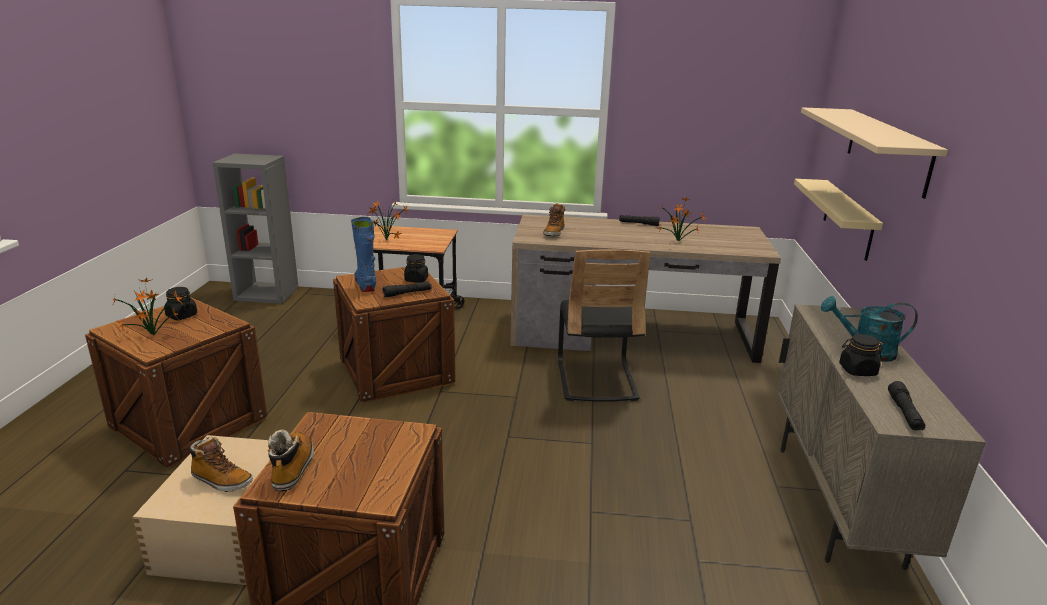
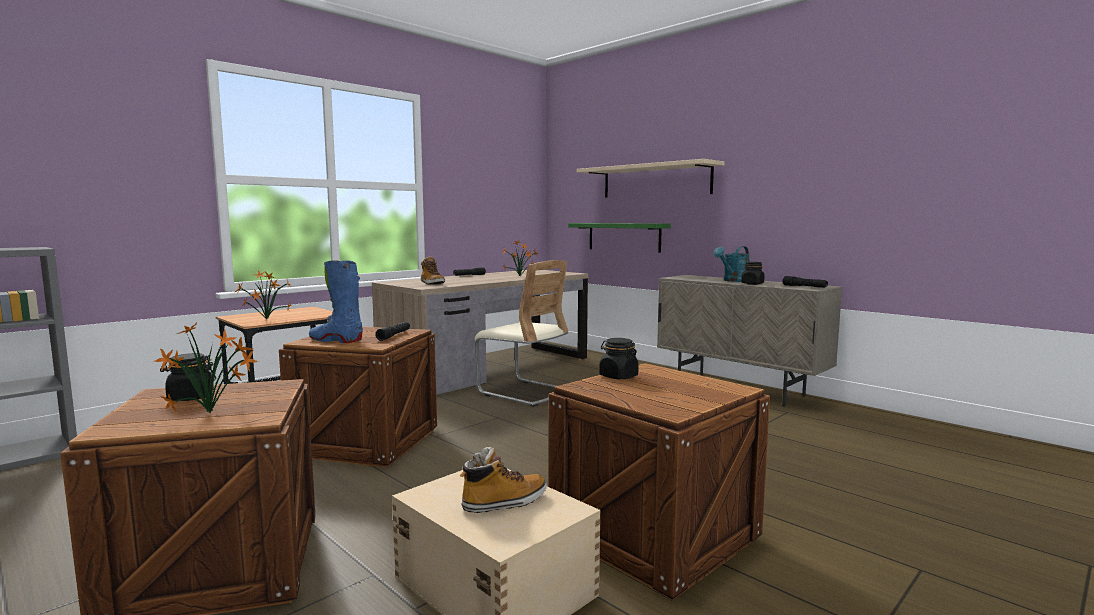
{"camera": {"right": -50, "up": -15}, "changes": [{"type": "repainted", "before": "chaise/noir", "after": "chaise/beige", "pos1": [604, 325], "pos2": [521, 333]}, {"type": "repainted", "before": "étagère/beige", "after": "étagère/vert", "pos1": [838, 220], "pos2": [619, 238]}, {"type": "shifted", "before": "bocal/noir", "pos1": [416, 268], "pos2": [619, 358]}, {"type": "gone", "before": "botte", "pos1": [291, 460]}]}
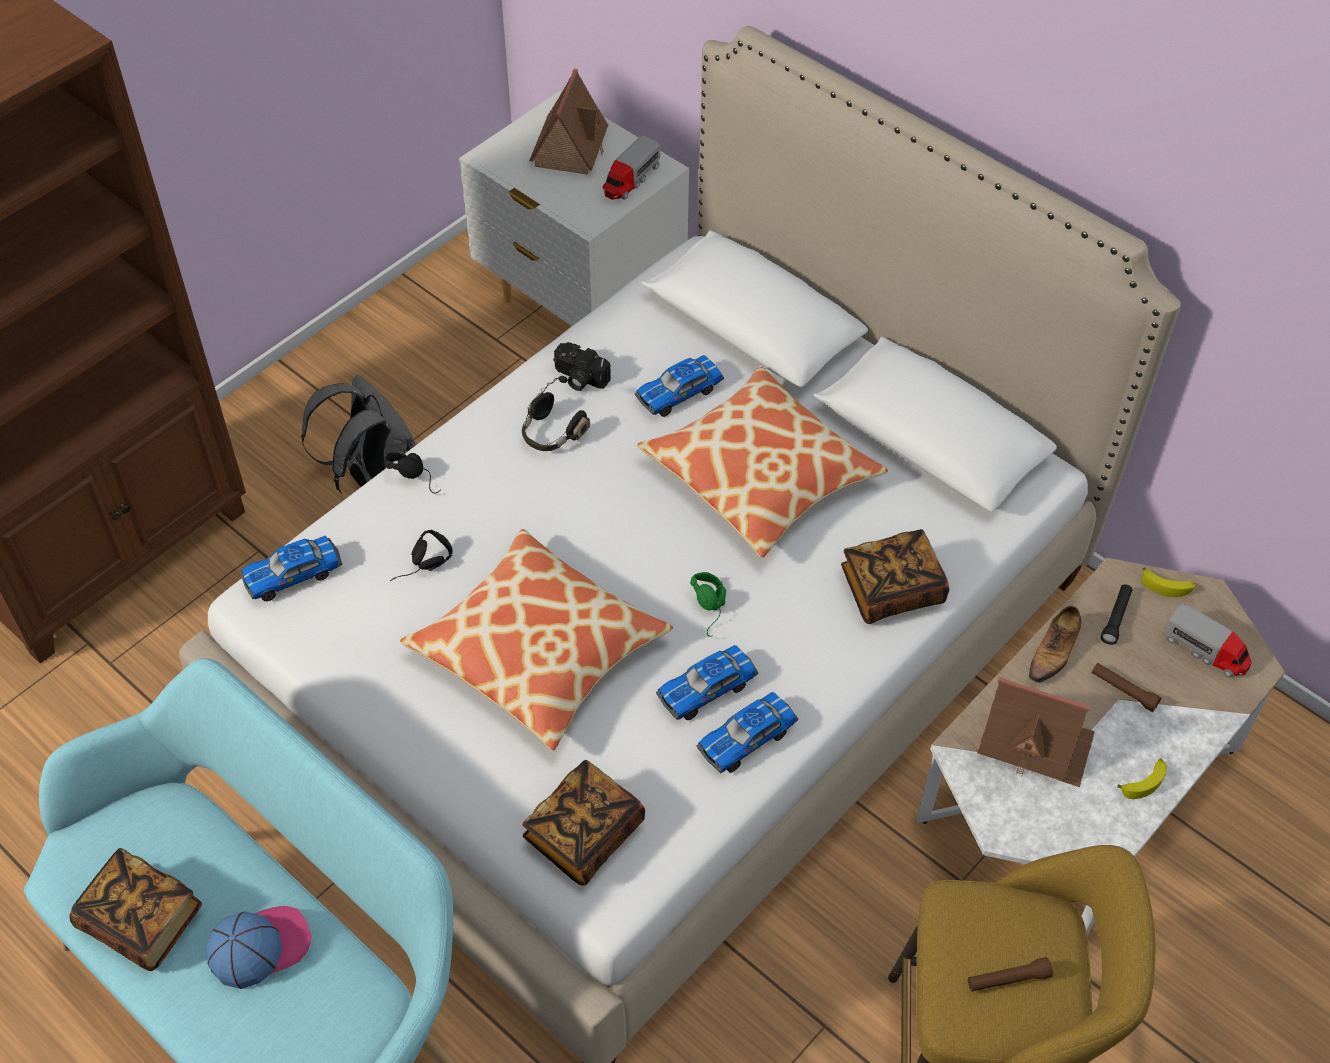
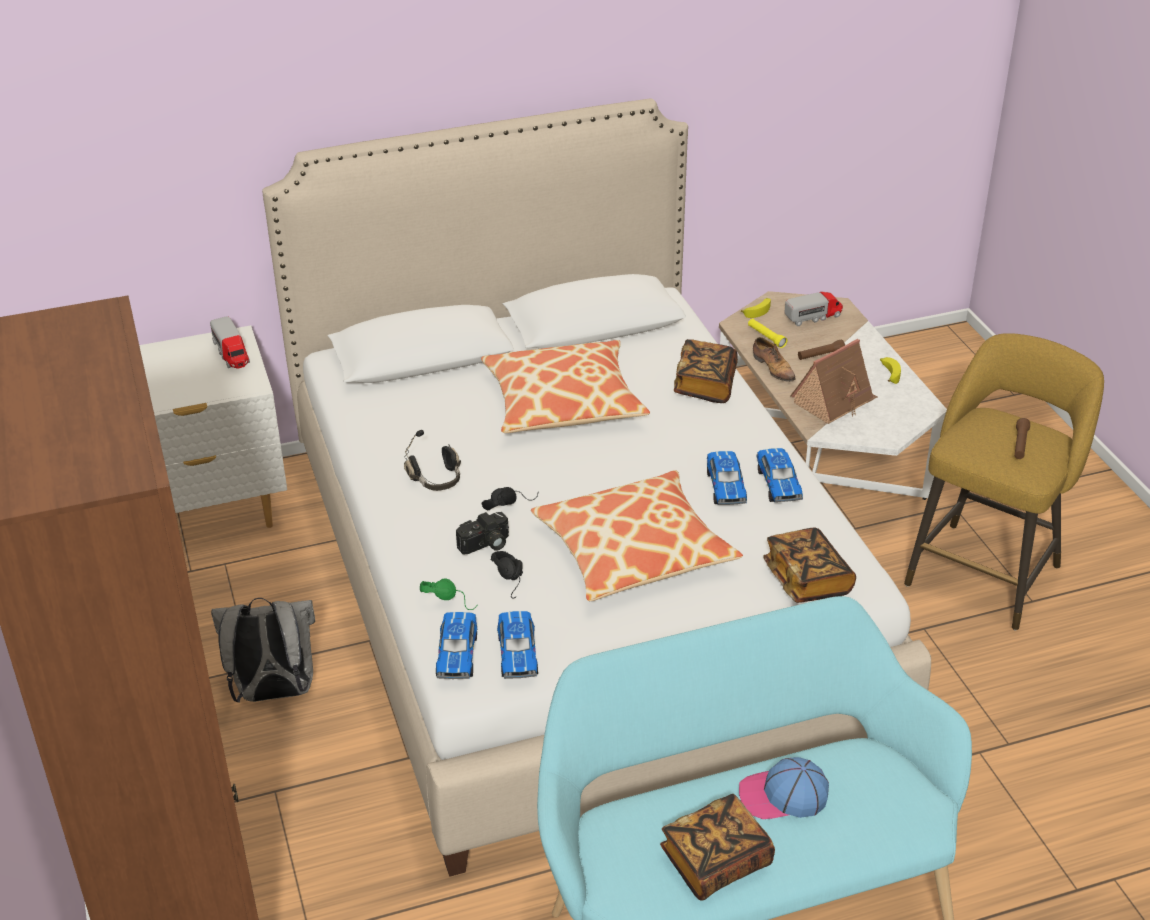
{"camera": {"right": -60, "up": -15}, "changes": [{"type": "shifted", "before": "casque audio/vert", "pos1": [708, 604], "pos2": [448, 594]}, {"type": "shifted", "before": "appareil photo", "pos1": [582, 366], "pos2": [482, 533]}, {"type": "shifted", "before": "casque audio/noir", "pos1": [412, 473], "pos2": [510, 498]}, {"type": "shifted", "before": "petite voiture", "pos1": [679, 386], "pos2": [517, 645]}, {"type": "rotated", "before": "casquette", "pos1": [259, 947], "pos2": [784, 788], "turn": -90}, {"type": "repainted", "before": "lampe de poche/noir", "after": "lampe de poche/jaune", "pos1": [1116, 614], "pos2": [767, 333]}, {"type": "gone", "before": "maison miniature", "pos1": [568, 122]}]}
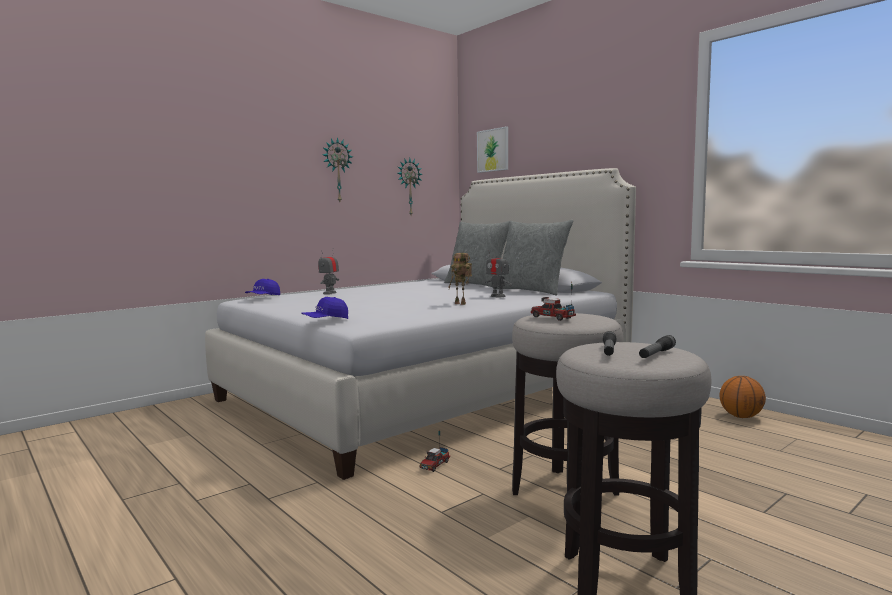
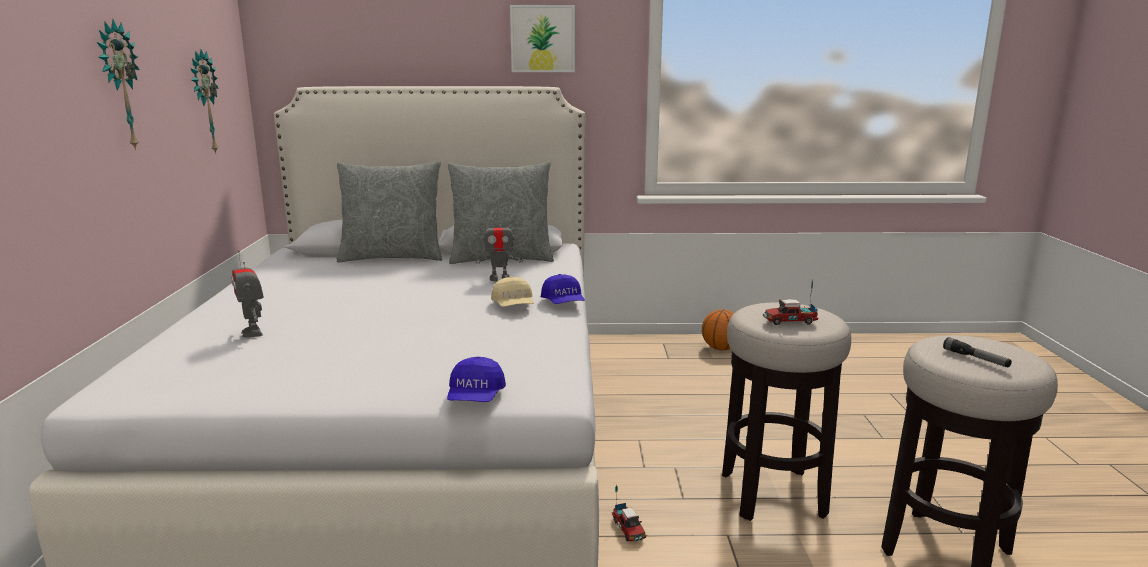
{"camera": {"right": -50, "up": 10}, "changes": [{"type": "swapped", "before": "robot jouet", "after": "casquette/beige", "pos1": [460, 279], "pos2": [512, 291]}, {"type": "shifted", "before": "tableau", "pos1": [492, 149], "pos2": [542, 38]}, {"type": "shifted", "before": "casquette/bleu", "pos1": [262, 287], "pos2": [563, 289]}, {"type": "gone", "before": "lampe de poche", "pos1": [657, 346]}]}
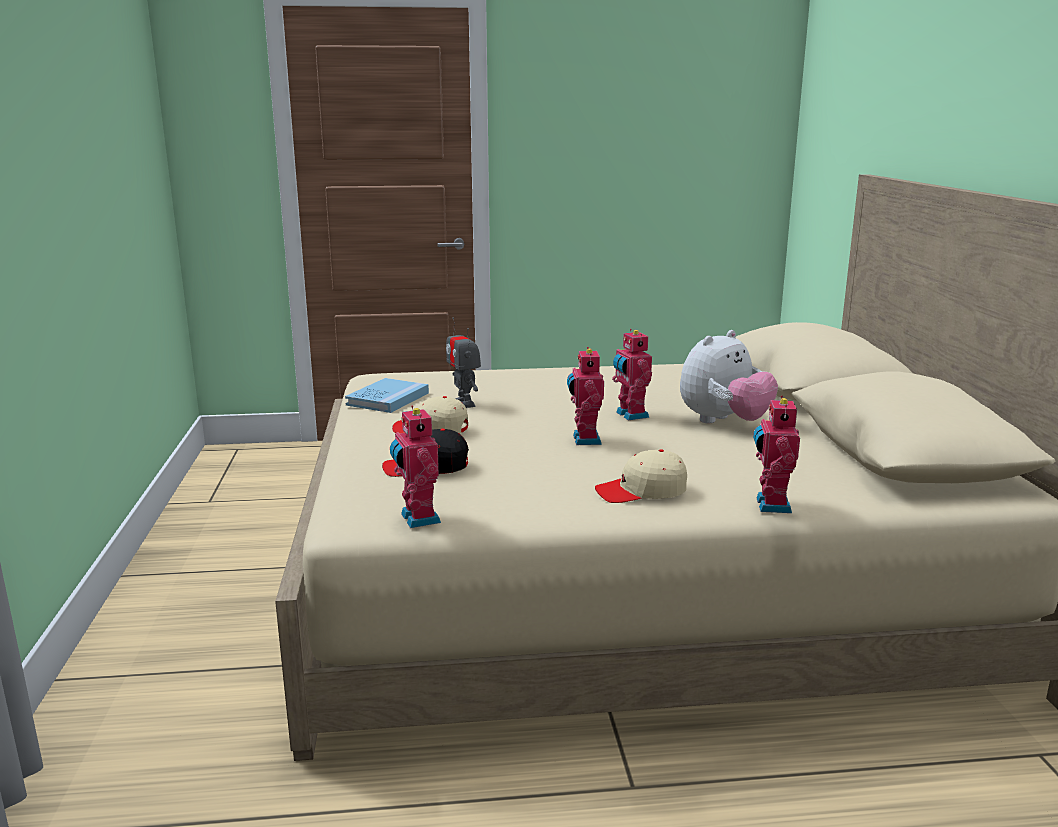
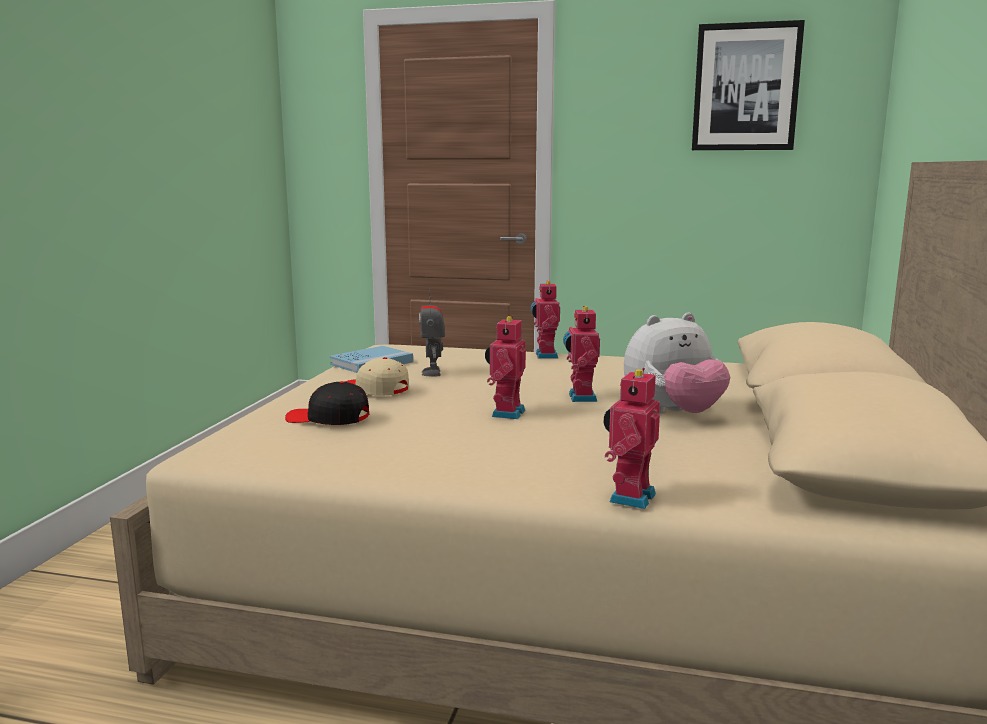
{"camera": {"right": 20, "up": -5}, "changes": [{"type": "shifted", "before": "robot jouet", "pos1": [415, 467], "pos2": [545, 320]}, {"type": "new", "after": "tableau", "pos2": [748, 85]}, {"type": "gone", "before": "casquette/beige", "pos1": [641, 476]}]}
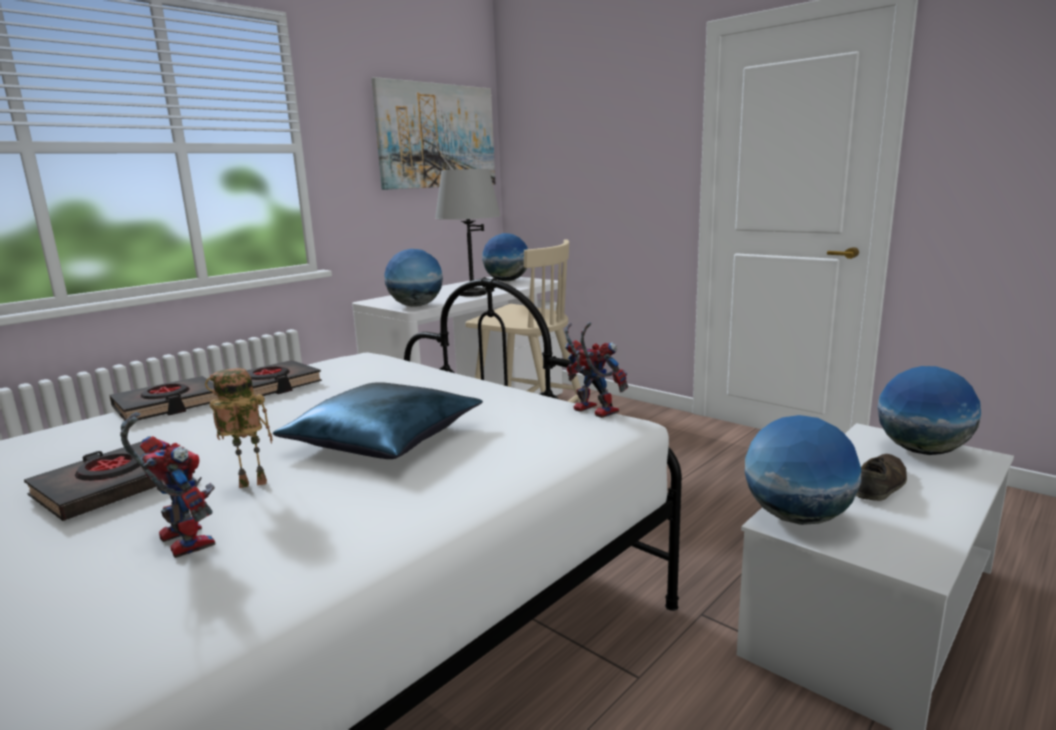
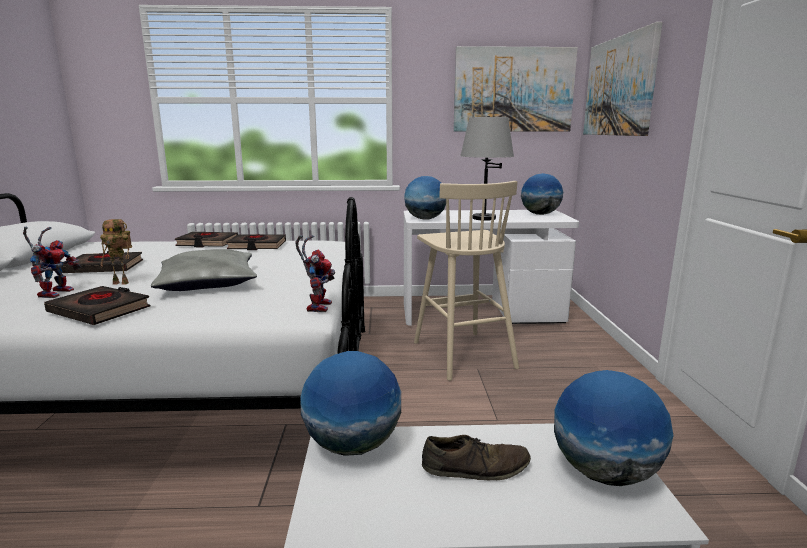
{"camera": {"right": 45, "up": 0}, "changes": [{"type": "new", "after": "livre/noir", "pos2": [97, 305]}, {"type": "rotated", "before": "robot jouet", "pos1": [238, 428], "pos2": [116, 251], "turn": 150}, {"type": "repainted", "before": "coussin/bleu", "after": "coussin/gris", "pos1": [378, 420], "pos2": [204, 270]}, {"type": "new", "after": "tableau", "pos2": [623, 79]}]}
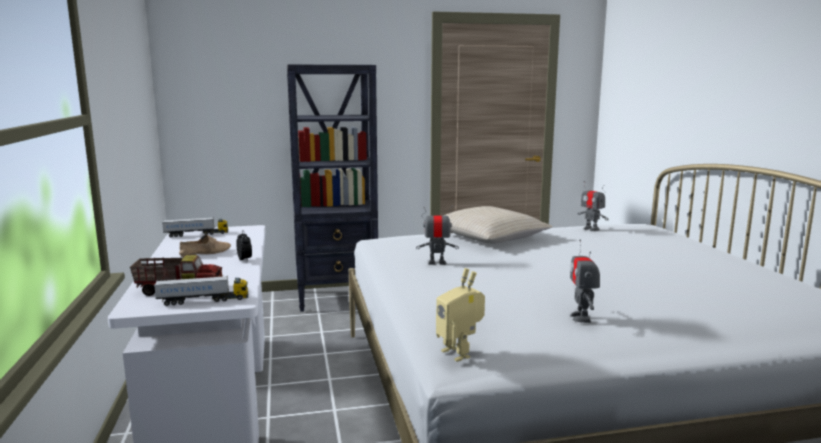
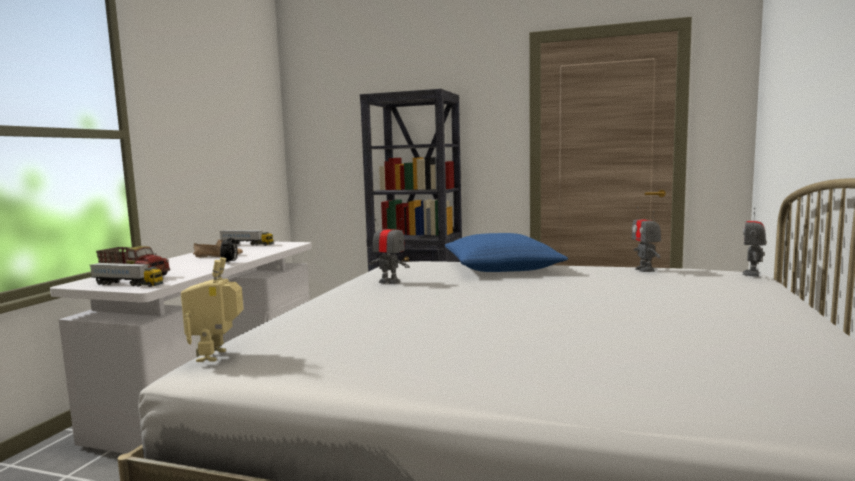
{"camera": {"right": 30, "up": -5}, "changes": [{"type": "repainted", "before": "coussin/beige", "after": "coussin/bleu", "pos1": [497, 225], "pos2": [506, 252]}, {"type": "shifted", "before": "robot jouet", "pos1": [585, 281], "pos2": [754, 242]}]}
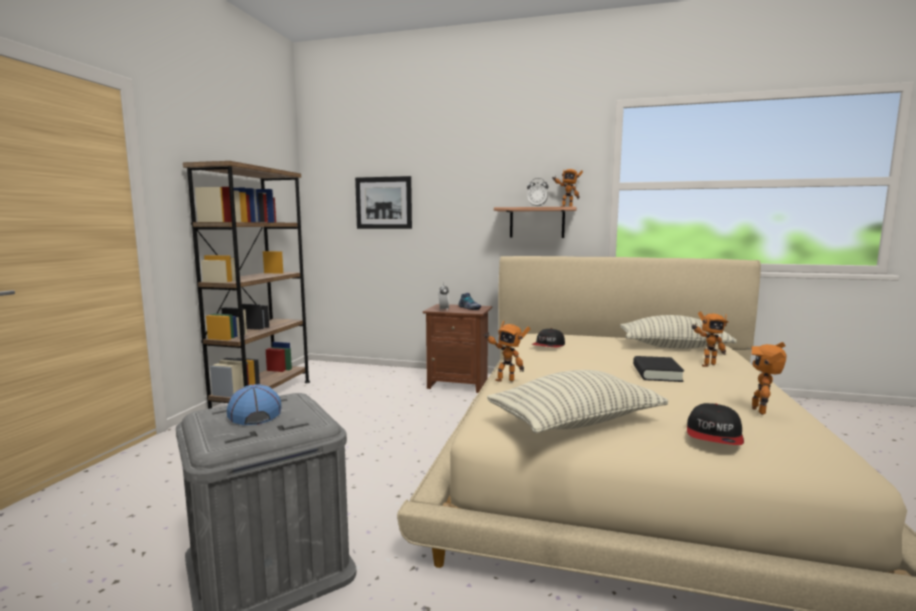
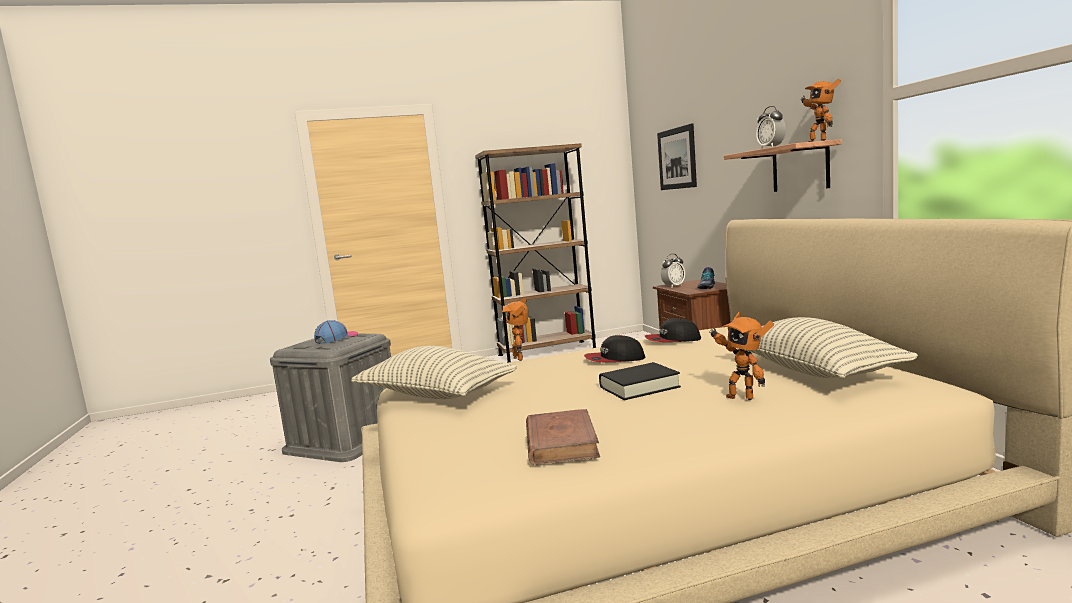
{"camera": {"right": 60, "up": 0}, "changes": [{"type": "swapped", "before": "robot jouet", "after": "livre/marron", "pos1": [768, 378], "pos2": [563, 437]}, {"type": "shifted", "before": "casquette", "pos1": [715, 424], "pos2": [614, 348]}]}
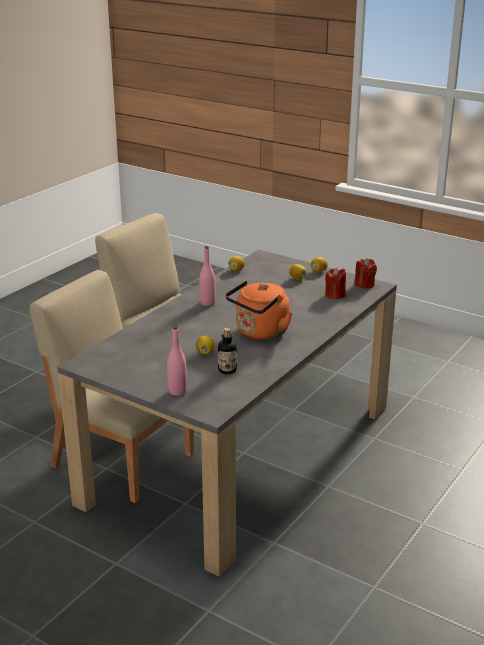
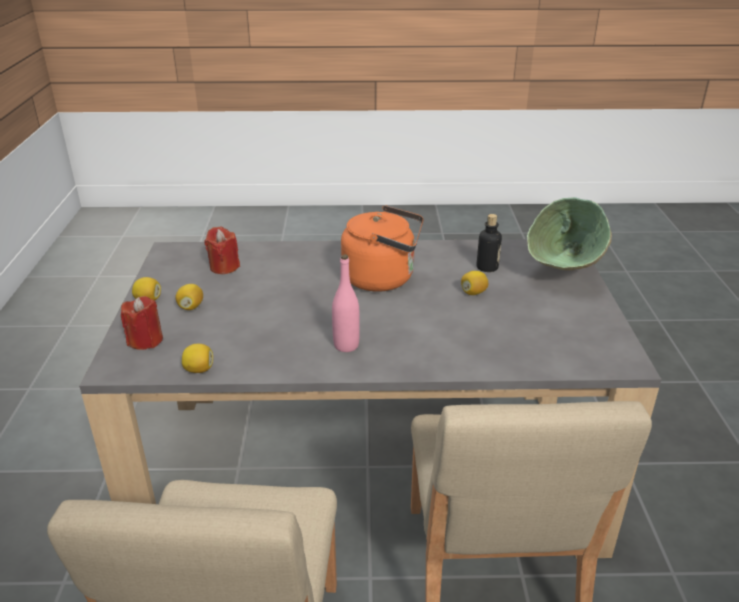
{"camera": {"right": -125, "up": 5}, "changes": [{"type": "shifted", "before": "bougie/rouge", "pos1": [365, 273], "pos2": [142, 323]}, {"type": "swapped", "before": "bouteille/rose", "after": "bol/vert", "pos1": [177, 361], "pos2": [569, 233]}]}
